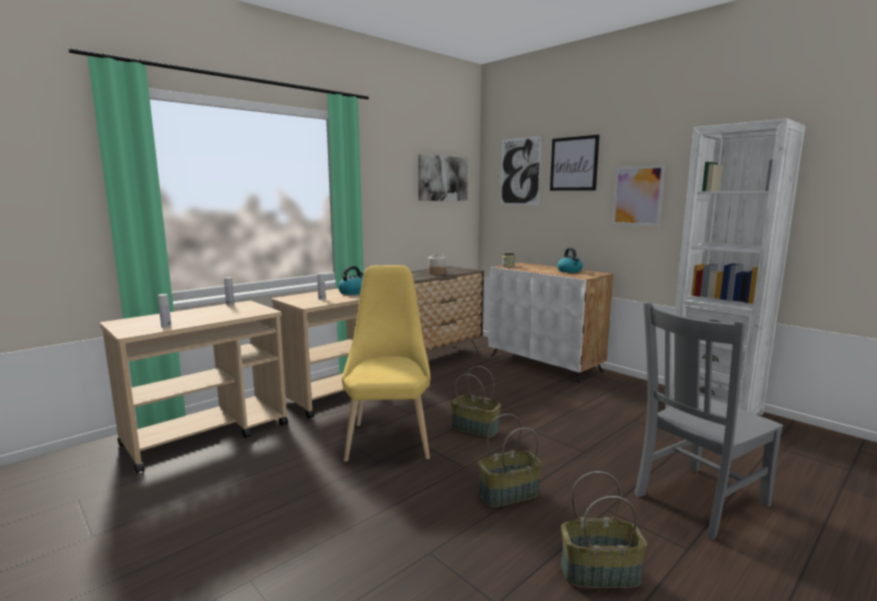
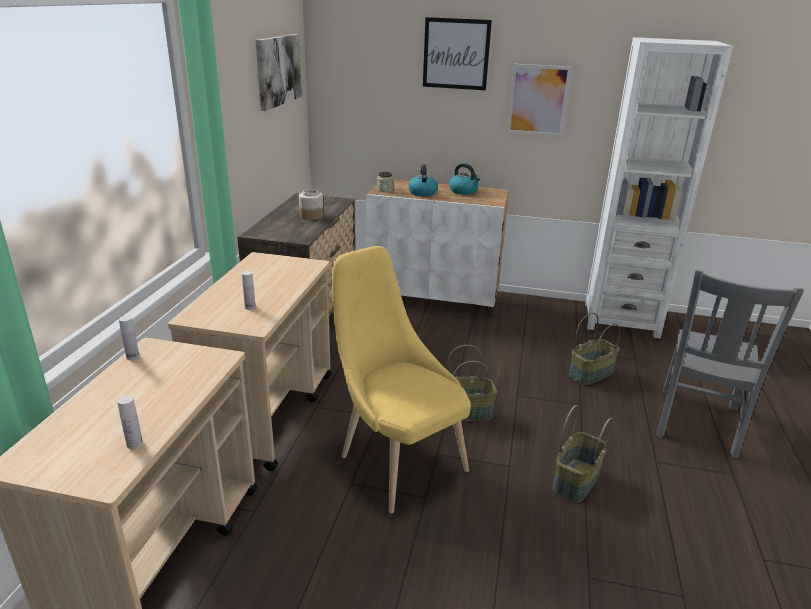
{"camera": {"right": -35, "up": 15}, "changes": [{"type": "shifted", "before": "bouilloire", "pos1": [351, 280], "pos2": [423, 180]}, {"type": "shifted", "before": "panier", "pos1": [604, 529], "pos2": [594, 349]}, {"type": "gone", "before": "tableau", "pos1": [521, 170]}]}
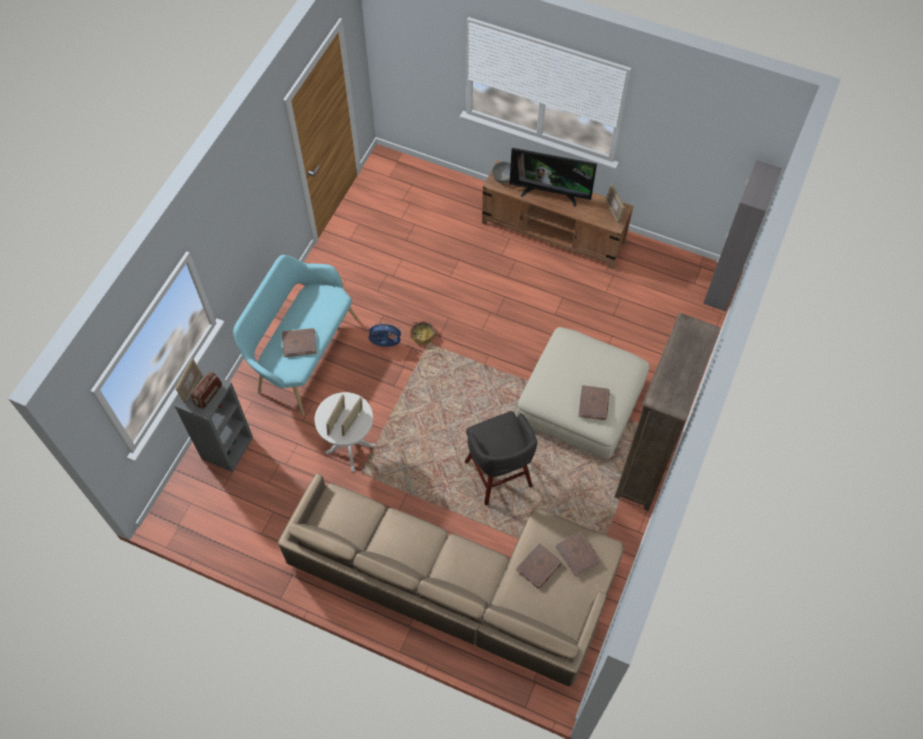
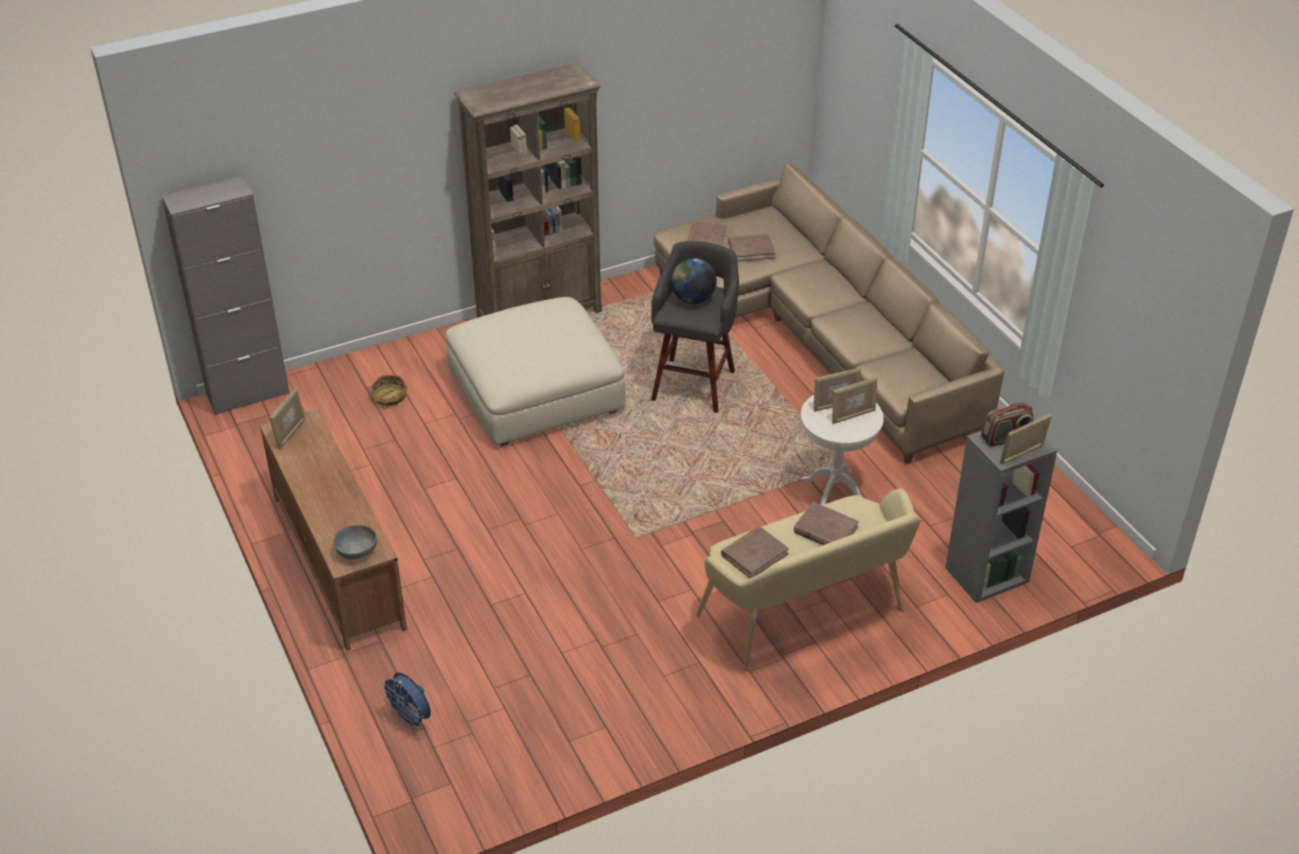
{"camera": {"right": -140, "up": -20}, "changes": [{"type": "shifted", "before": "panier", "pos1": [423, 333], "pos2": [389, 392]}, {"type": "shifted", "before": "ventilateur/bleu", "pos1": [385, 334], "pos2": [405, 701]}, {"type": "new", "after": "globe", "pos2": [694, 281]}, {"type": "repainted", "before": "banc/turquoise", "after": "banc/beige", "pos1": [296, 335], "pos2": [808, 580]}, {"type": "shifted", "before": "livre/marron", "pos1": [594, 402], "pos2": [755, 552]}, {"type": "gone", "before": "téléviseur", "pos1": [553, 177]}]}
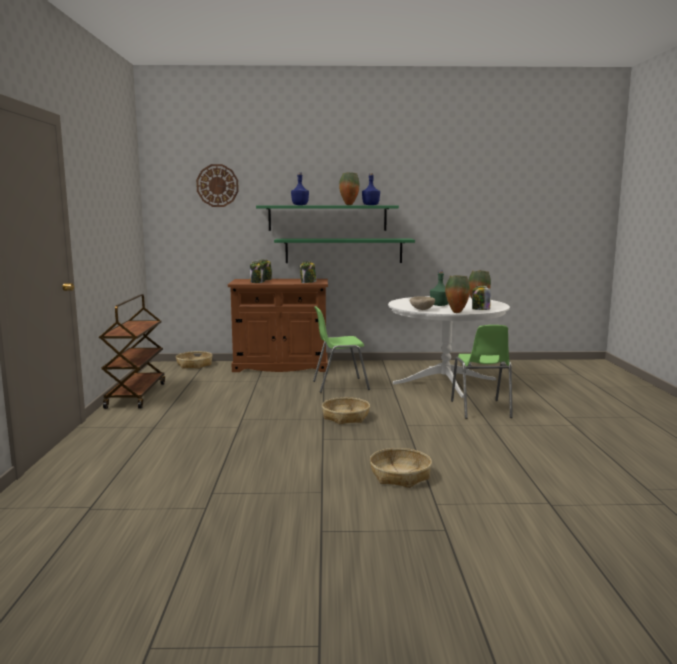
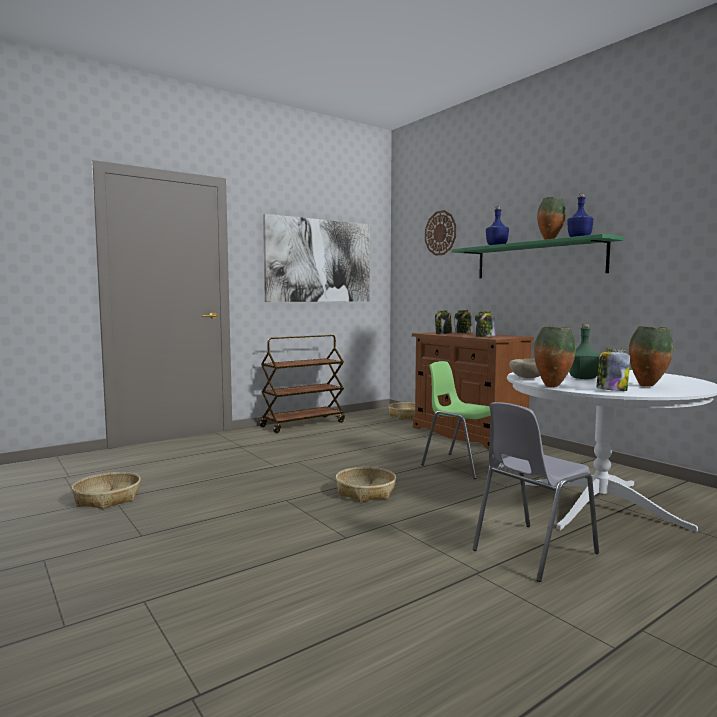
{"camera": {"right": 55, "up": -5}, "changes": [{"type": "shifted", "before": "panier", "pos1": [401, 468], "pos2": [106, 490]}, {"type": "new", "after": "tableau", "pos2": [316, 258]}, {"type": "repainted", "before": "chaise/vert", "after": "chaise/gris", "pos1": [482, 372], "pos2": [535, 492]}, {"type": "gone", "before": "étagère/vert", "pos1": [344, 251]}]}
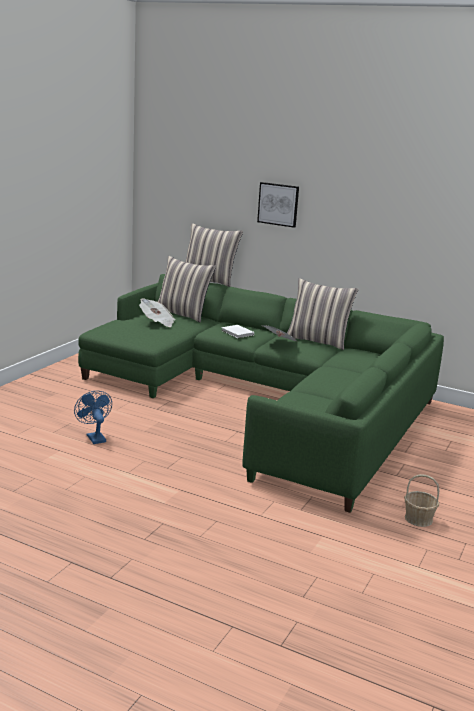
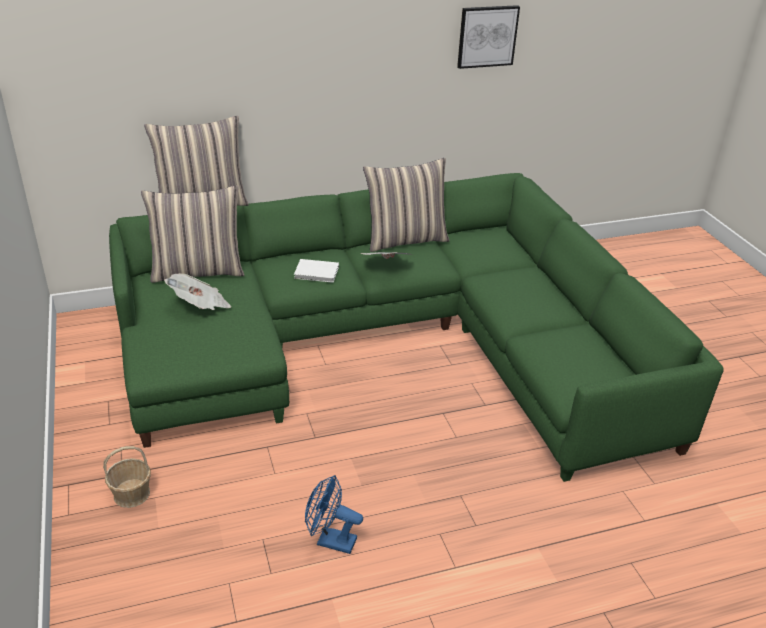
{"camera": {"right": -45, "up": 15}, "changes": [{"type": "shifted", "before": "panier", "pos1": [421, 500], "pos2": [127, 477]}, {"type": "shifted", "before": "tableau", "pos1": [278, 205], "pos2": [488, 37]}]}
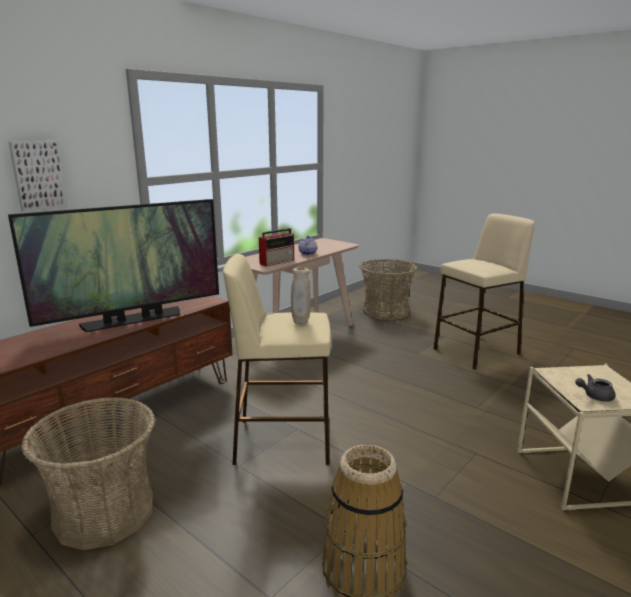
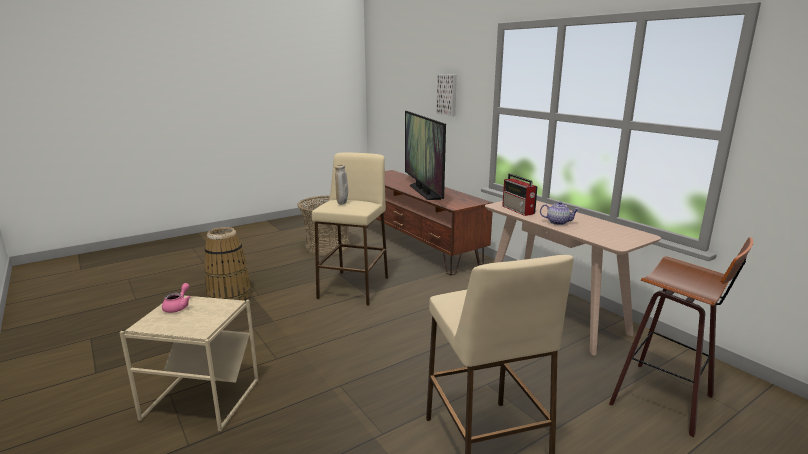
{"camera": {"right": 105, "up": 0}, "changes": [{"type": "repainted", "before": "théière/gris", "after": "théière/rose", "pos1": [595, 388], "pos2": [176, 298]}, {"type": "swapped", "before": "panier", "after": "tabouret", "pos1": [388, 289], "pos2": [681, 337]}]}
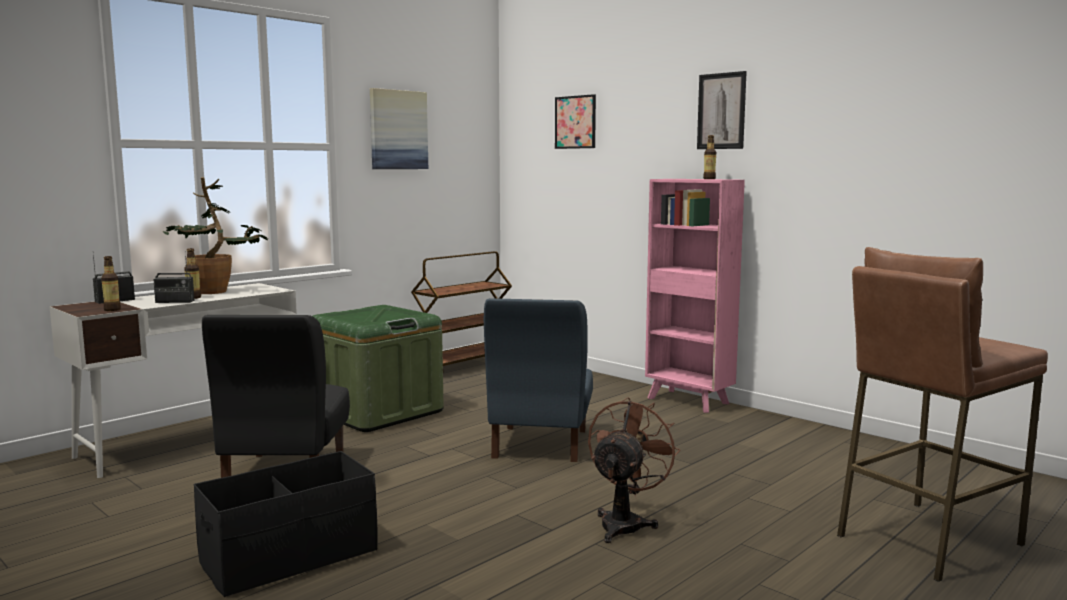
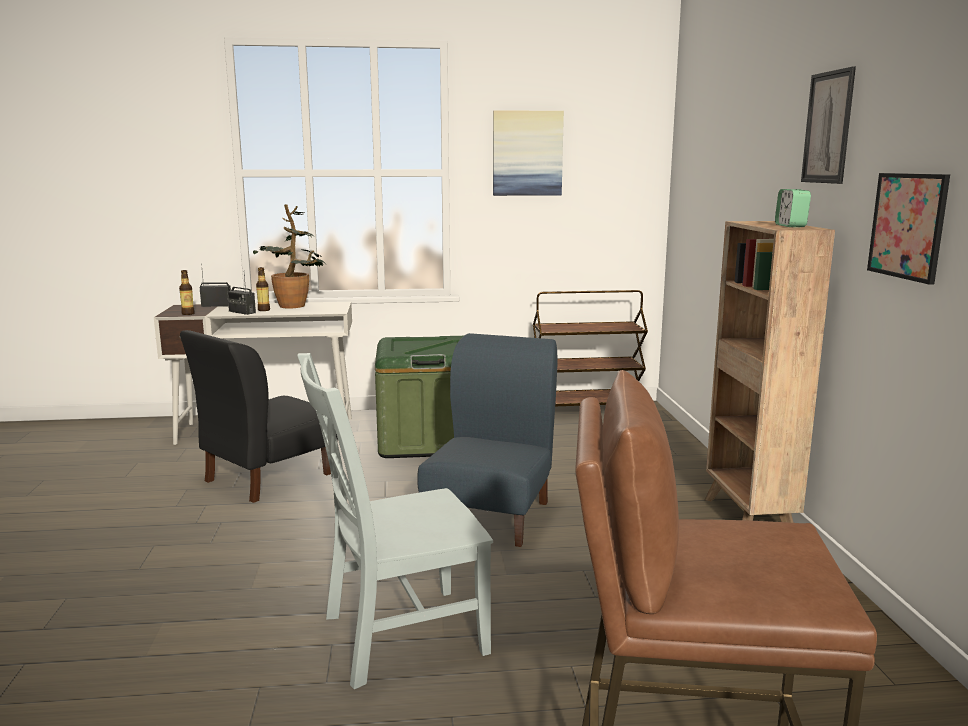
{"camera": {"right": 40, "up": 5}, "changes": [{"type": "swapped", "before": "ventilateur/marron", "after": "chaise/gris", "pos1": [634, 470], "pos2": [395, 521]}, {"type": "rotated", "before": "chaise/bleu", "pos1": [538, 380], "pos2": [488, 440], "turn": 150}, {"type": "repainted", "before": "bibliothèque/rose", "after": "bibliothèque/marron", "pos1": [695, 296], "pos2": [770, 372]}, {"type": "swapped", "before": "bouteille", "after": "réveil", "pos1": [709, 157], "pos2": [793, 208]}, {"type": "shifted", "before": "tableau", "pos1": [575, 121], "pos2": [908, 229]}, {"type": "gone", "before": "boîte de rangement/noir", "pos1": [285, 524]}]}
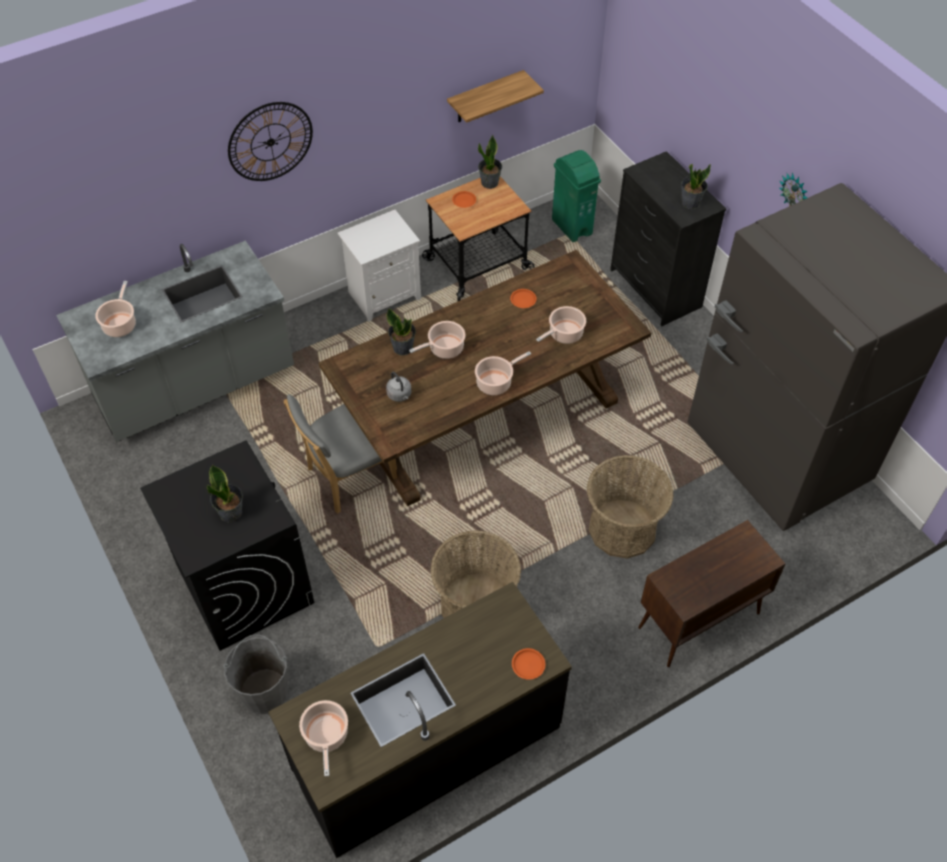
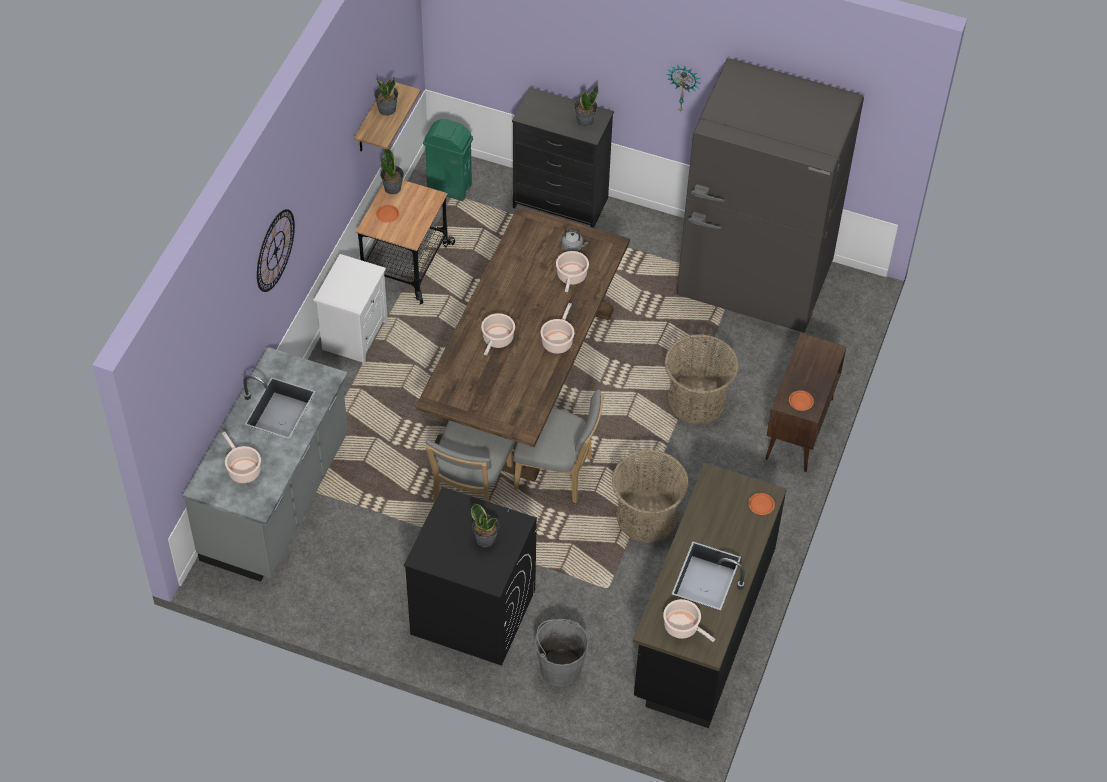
{"camera": {"right": -40, "up": 0}, "changes": [{"type": "shifted", "before": "plante en pot", "pos1": [401, 332], "pos2": [386, 96]}, {"type": "new", "after": "chaise/gris", "pos2": [558, 446]}, {"type": "shifted", "before": "bouilloire/gris", "pos1": [399, 386], "pos2": [575, 240]}, {"type": "shifted", "before": "assiette/orange", "pos1": [523, 298], "pos2": [801, 400]}]}
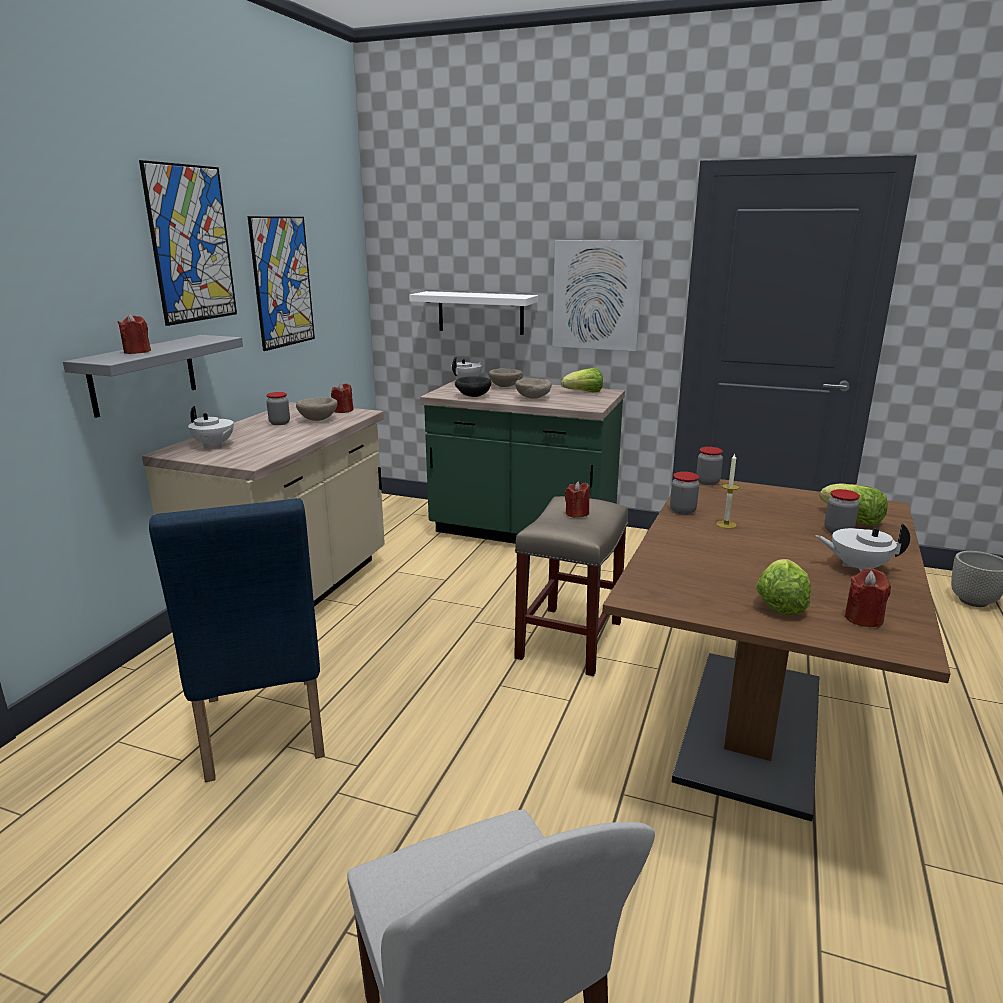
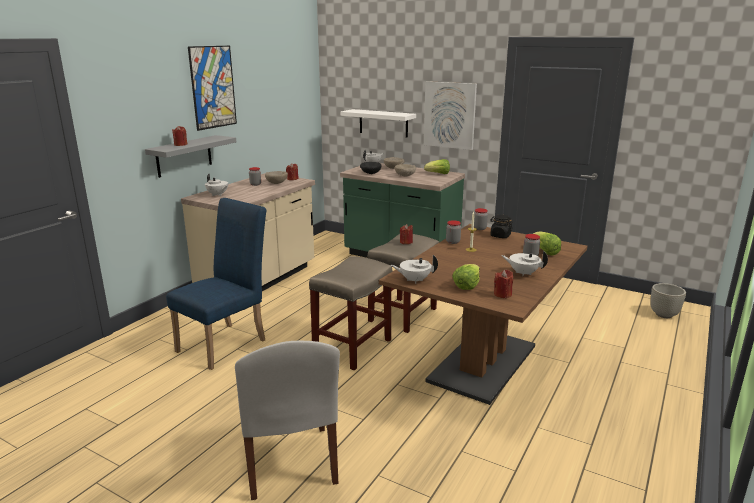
{"camera": {"right": 10, "up": 0}, "changes": [{"type": "rotated", "before": "chaise/bleu", "pos1": [237, 640], "pos2": [216, 284], "turn": -135}, {"type": "new", "after": "tabouret/beige", "pos2": [350, 313]}, {"type": "new", "after": "théière/blanc", "pos2": [414, 269]}, {"type": "new", "after": "bocal/noir", "pos2": [501, 226]}, {"type": "gone", "before": "tableau", "pos1": [281, 283]}]}
